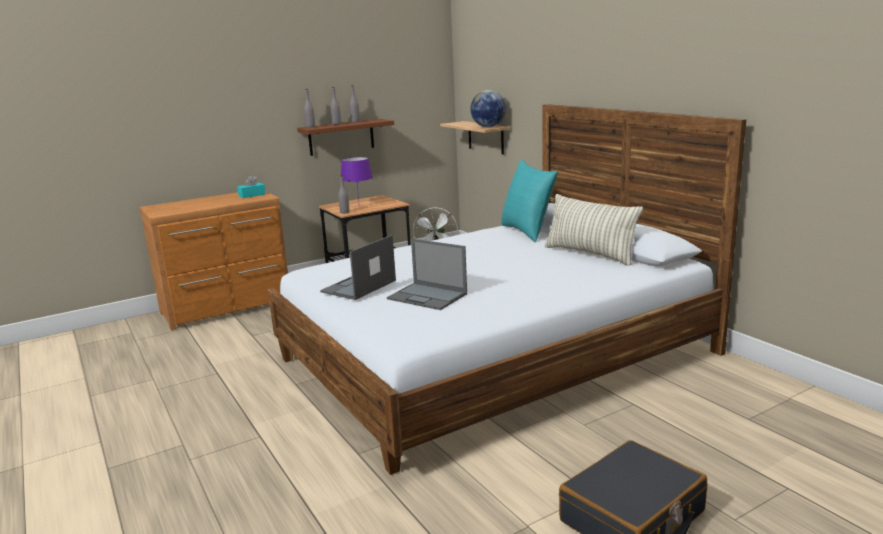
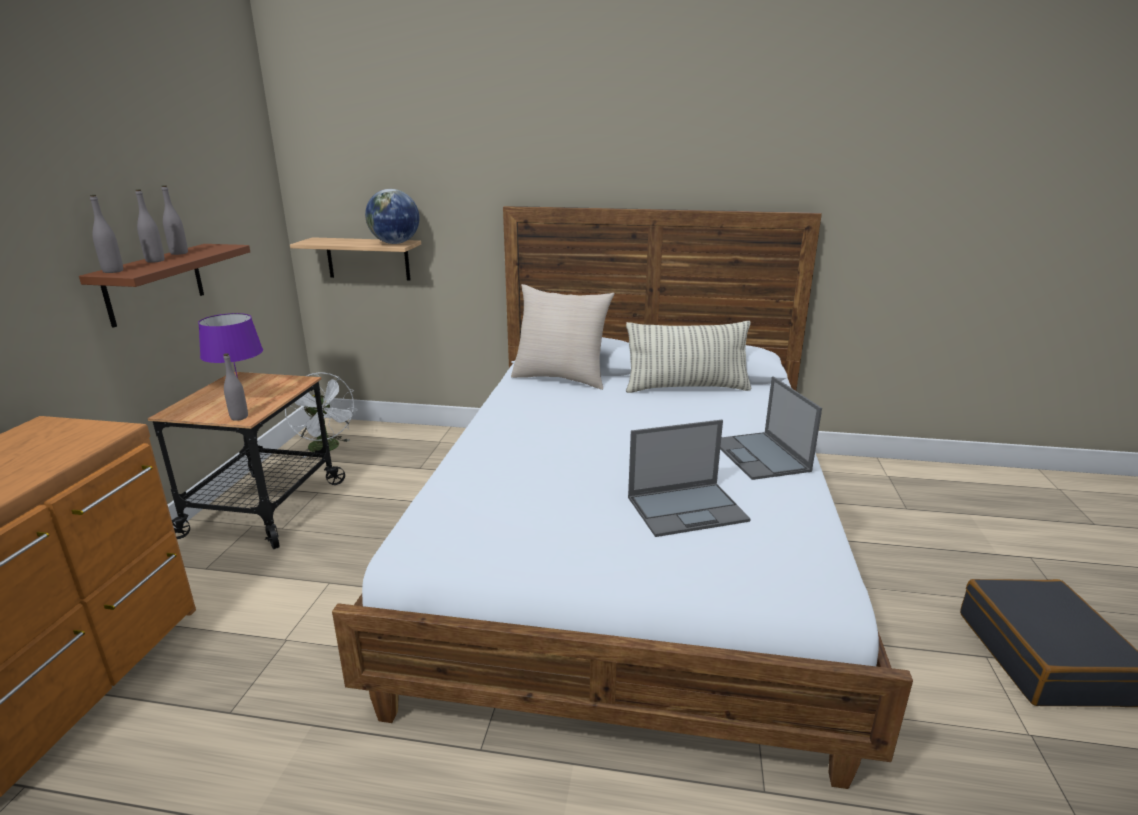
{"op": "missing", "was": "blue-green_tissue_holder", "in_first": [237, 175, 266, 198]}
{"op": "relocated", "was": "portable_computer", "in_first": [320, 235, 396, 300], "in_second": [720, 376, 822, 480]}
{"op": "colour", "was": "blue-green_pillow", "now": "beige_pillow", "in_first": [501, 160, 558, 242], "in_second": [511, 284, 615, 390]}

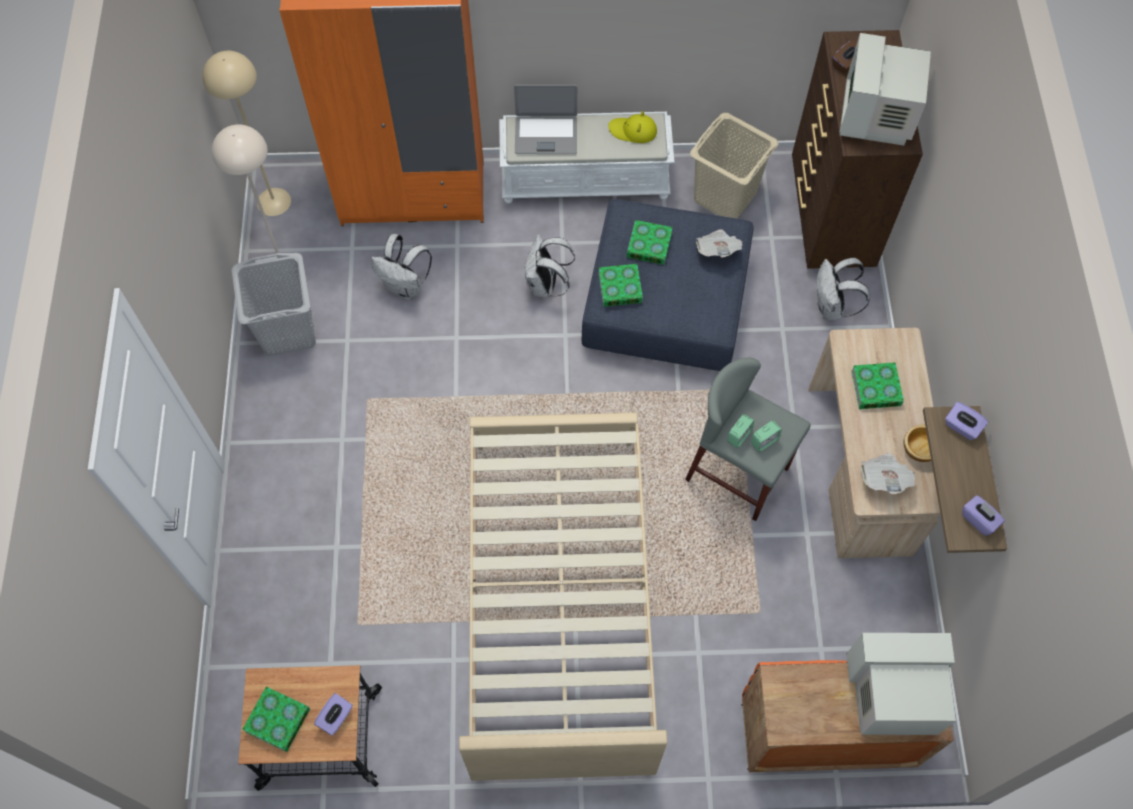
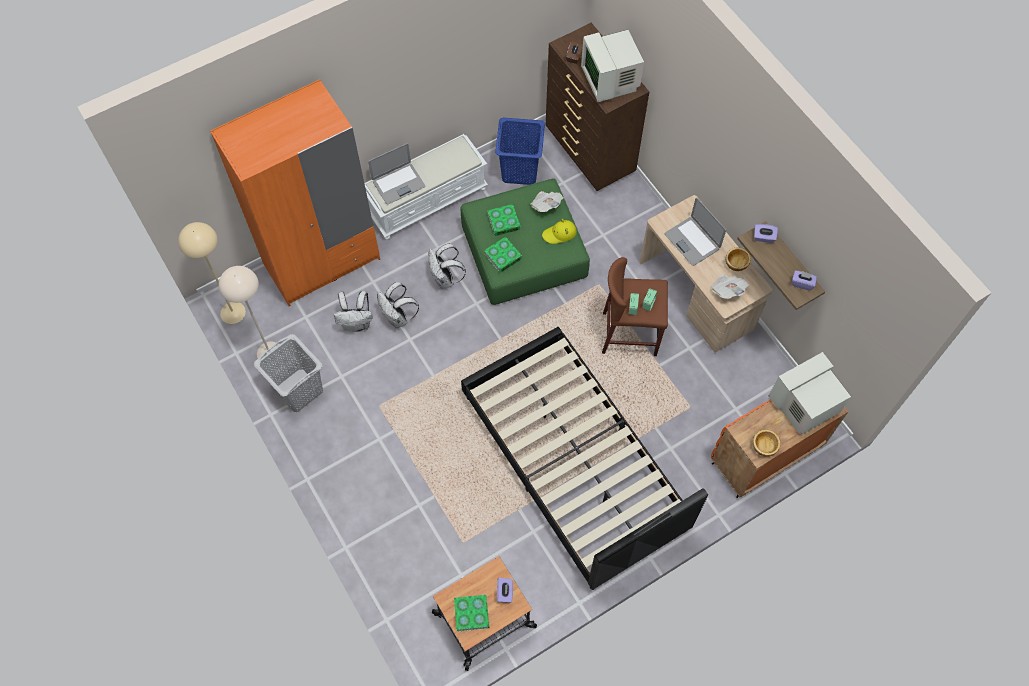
{"op": "appeared", "now": "deep_dish", "in_second": [753, 429, 781, 456]}
{"op": "relocated", "was": "yellow-coloured_hat", "in_first": [608, 111, 657, 143], "in_second": [542, 219, 577, 244]}
{"op": "relocated", "was": "white-coloured_backpack", "in_first": [817, 257, 870, 320], "in_second": [377, 282, 419, 329]}
{"op": "exchanged", "was": "book", "now": "portable_computer", "in_first": [851, 363, 904, 409], "in_second": [665, 198, 726, 266]}
{"op": "colour", "was": "beige_bedroom_bed", "now": "black-coloured_bedroom_bed", "in_first": [459, 413, 667, 781], "in_second": [461, 327, 708, 590]}
{"op": "colour", "was": "blue-coloured_ottoman", "now": "greenish_ottoman", "in_first": [582, 199, 754, 371], "in_second": [461, 179, 590, 305]}
{"op": "colour", "was": "gray_stool", "now": "brown_stool", "in_first": [685, 358, 810, 521], "in_second": [602, 257, 668, 356]}
{"op": "colour", "was": "beige_hamper", "now": "blue-coloured_hamper", "in_first": [690, 113, 779, 219], "in_second": [495, 118, 545, 185]}

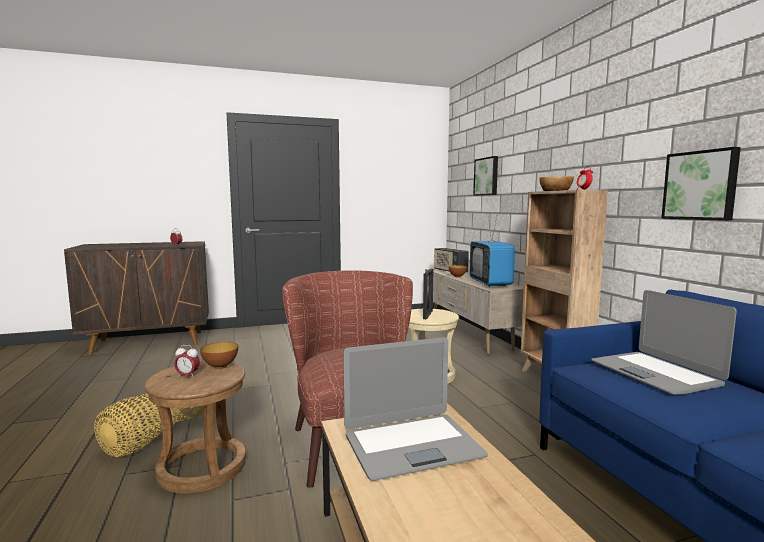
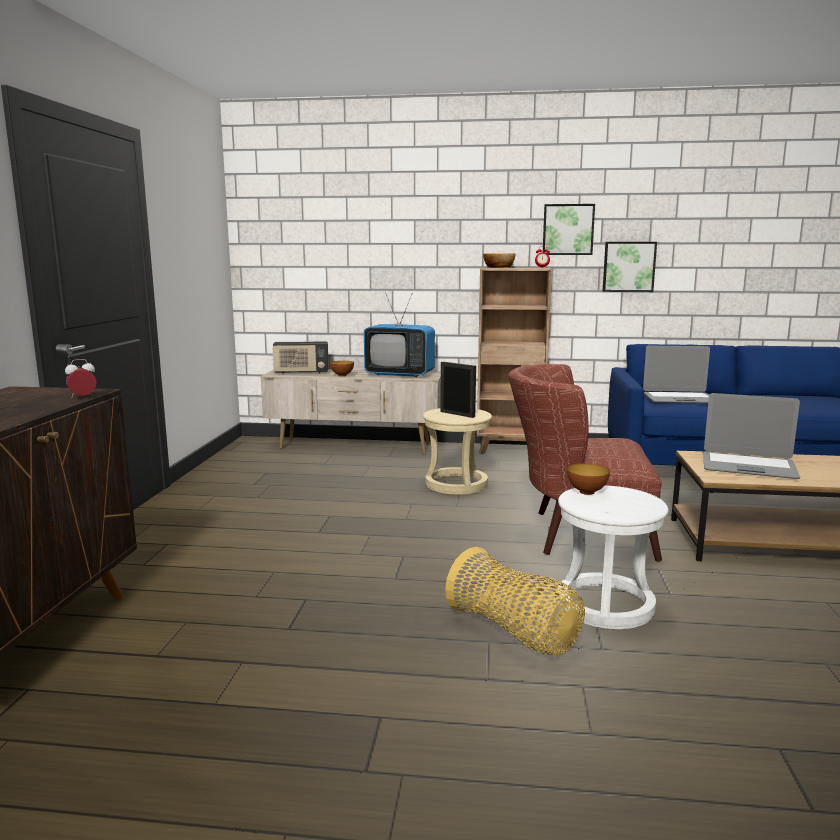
{"op": "missing", "was": "alarm_clock", "in_first": [174, 345, 200, 378]}
{"op": "relocated", "was": "wall_picture", "in_first": [474, 156, 498, 196], "in_second": [543, 204, 595, 255]}
{"op": "colour", "was": "brown_stool", "now": "white-coloured_stool", "in_first": [144, 361, 246, 494], "in_second": [557, 485, 668, 629]}
{"op": "spun", "was": "portable_computer", "in_first": [343, 337, 488, 481], "in_second": [703, 393, 800, 479], "clockwise": 105}

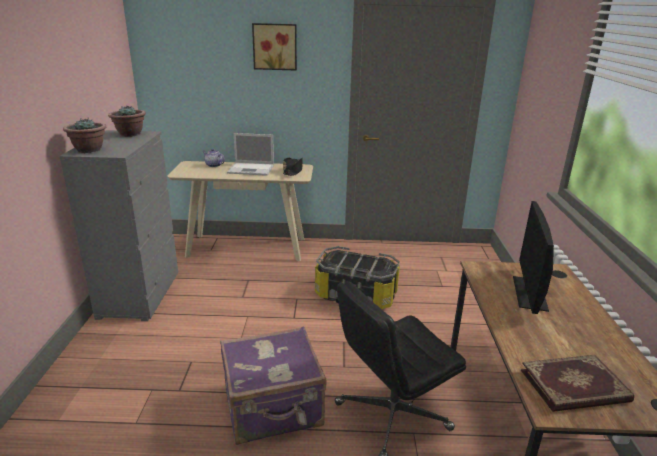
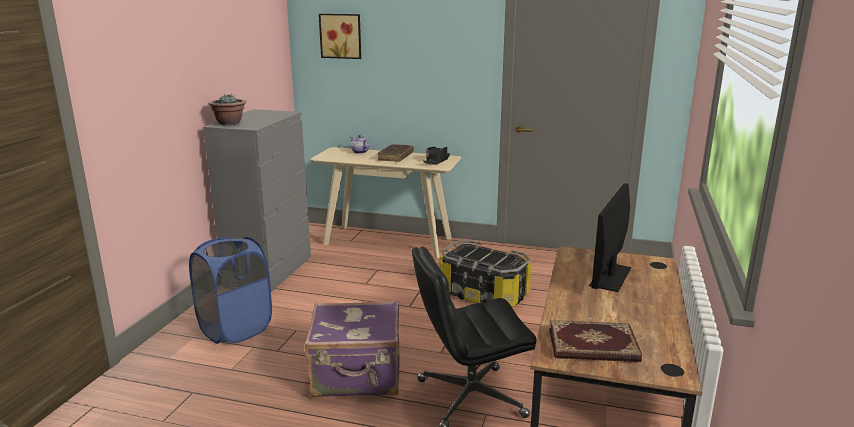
{"op": "missing", "was": "potted_plant", "in_first": [108, 105, 146, 137]}
{"op": "appeared", "now": "blue-coloured_hamper", "in_second": [189, 237, 272, 344]}
{"op": "relocated", "was": "wall_picture", "in_first": [252, 23, 297, 70], "in_second": [319, 14, 361, 59]}
{"op": "exchanged", "was": "portable_computer", "now": "brown_book", "in_first": [227, 133, 274, 176], "in_second": [377, 144, 414, 162]}

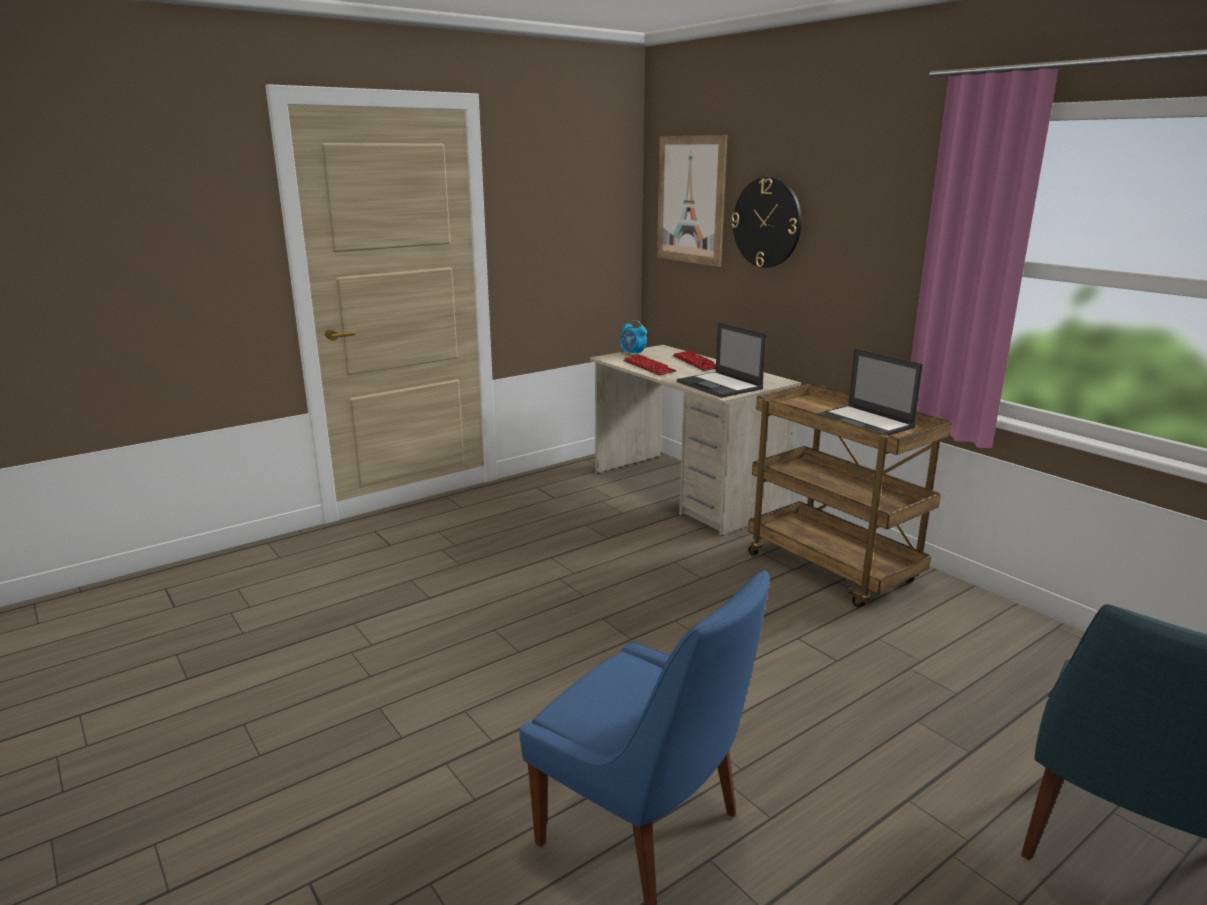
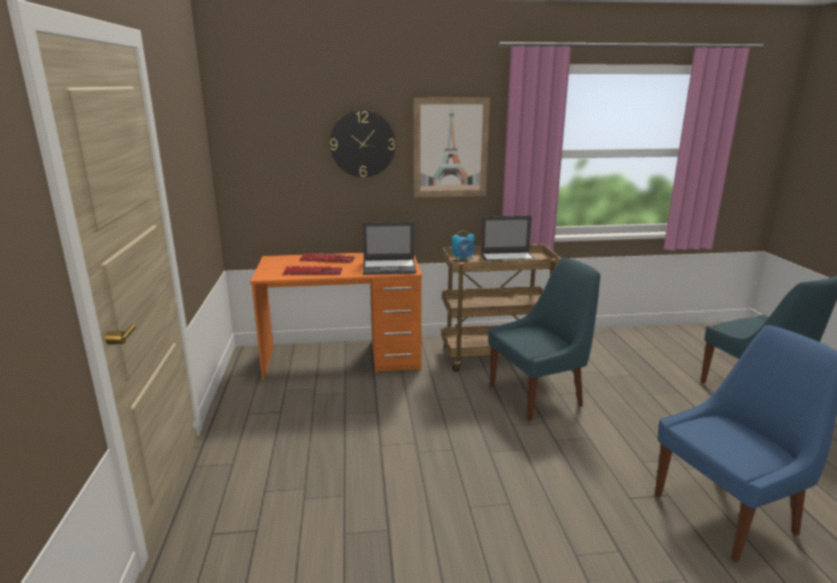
{"op": "appeared", "now": "blue-coloured_upright_chair", "in_second": [488, 257, 600, 421]}
{"op": "relocated", "was": "alarm_clock", "in_first": [620, 320, 647, 355], "in_second": [452, 230, 475, 260]}
{"op": "relocated", "was": "wall_picture", "in_first": [657, 135, 728, 267], "in_second": [413, 97, 490, 198]}
{"op": "colour", "was": "beige_desk", "now": "orange_desk", "in_first": [590, 345, 801, 536], "in_second": [250, 253, 422, 380]}

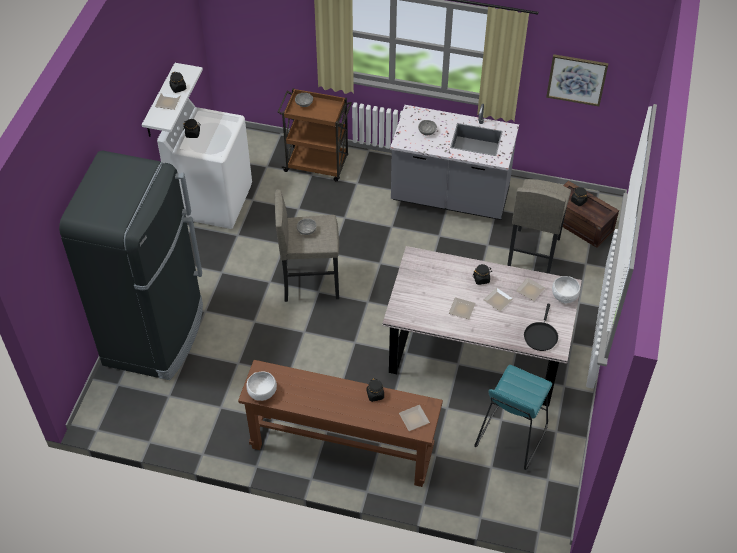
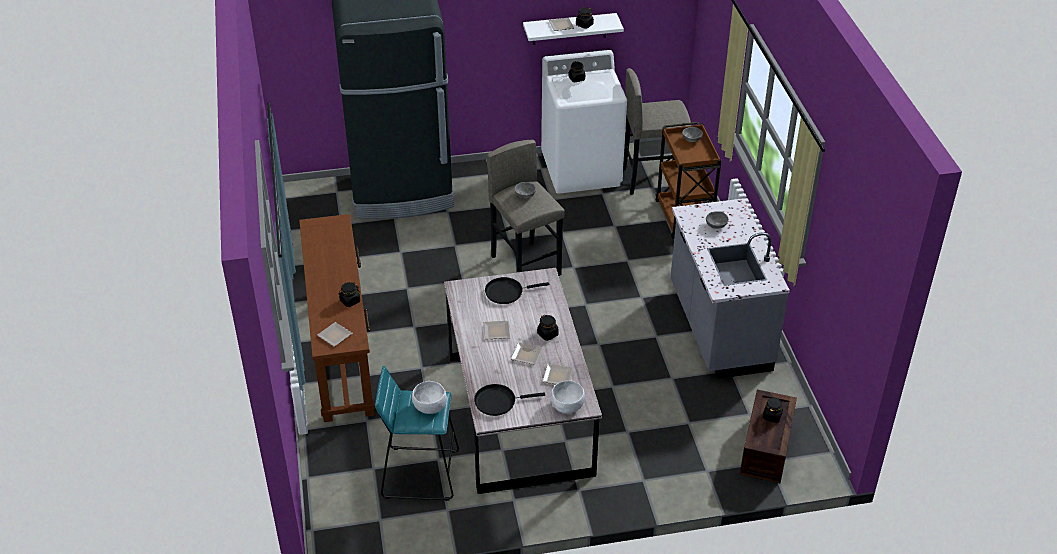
{"op": "missing", "was": "wall_picture", "in_first": [546, 54, 608, 106]}
{"op": "appeared", "now": "black-coloured_frying_pan", "in_second": [485, 277, 549, 304]}
{"op": "relocated", "was": "white-coloured_deep_dish", "in_first": [246, 372, 277, 401], "in_second": [412, 381, 447, 414]}
{"op": "relocated", "was": "gray_stool", "in_first": [507, 179, 571, 274], "in_second": [623, 68, 691, 195]}

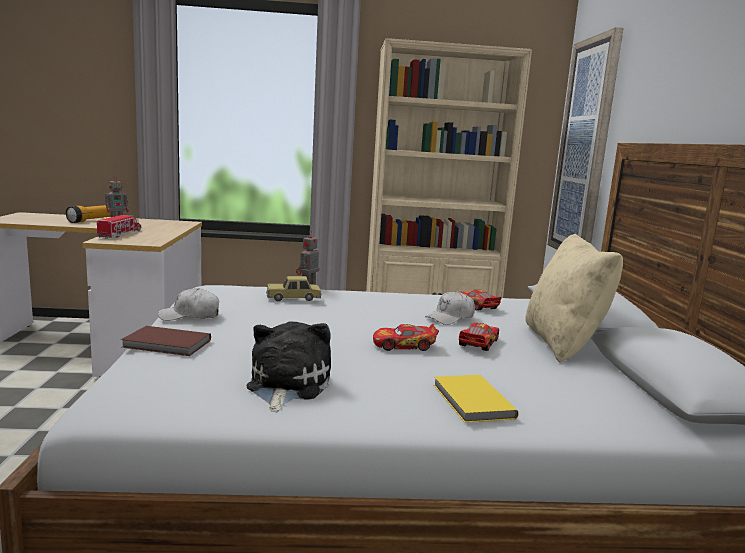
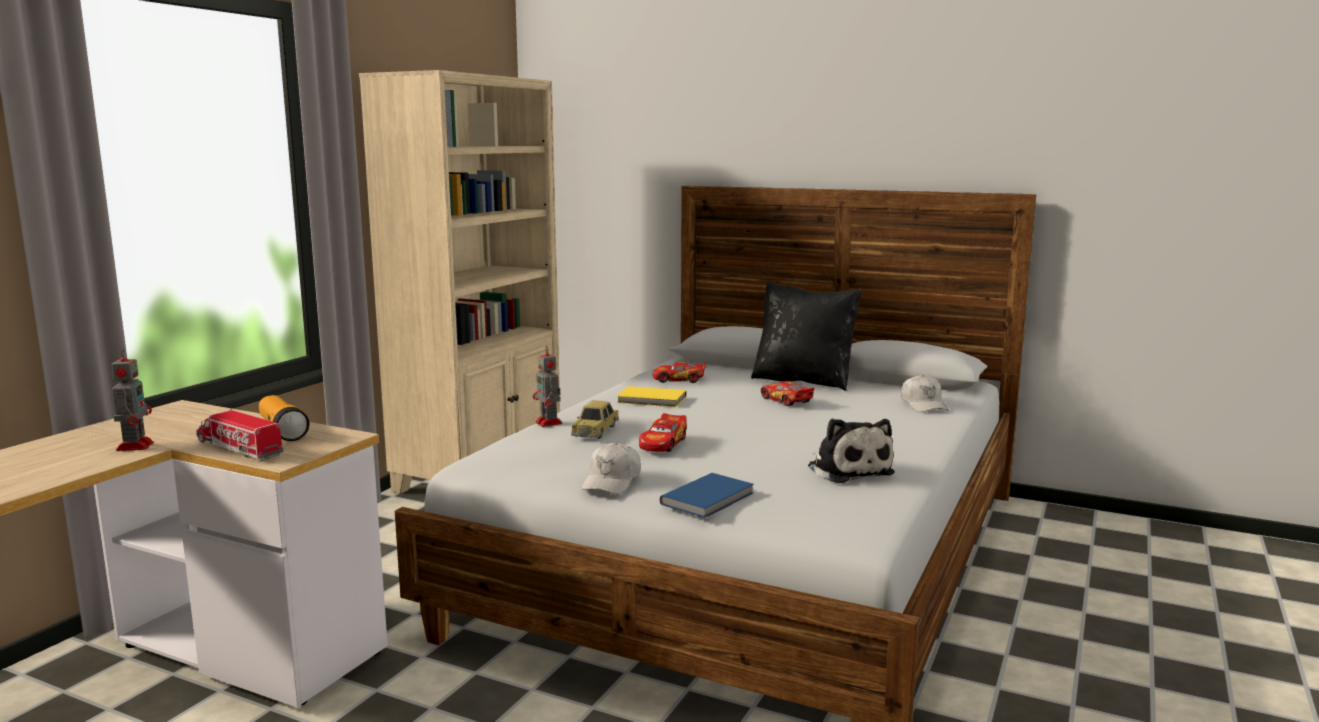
{"op": "missing", "was": "wall_picture", "in_first": [547, 27, 624, 249]}
{"op": "relocated", "was": "torch", "in_first": [66, 205, 111, 223], "in_second": [259, 395, 309, 441]}
{"op": "relocated", "was": "model_car", "in_first": [373, 324, 439, 351], "in_second": [639, 413, 687, 452]}
{"op": "relocated", "was": "white-coloured_peaked_cap", "in_first": [425, 291, 475, 325], "in_second": [901, 375, 949, 412]}
{"op": "relocated", "was": "yellow-coloured_book", "in_first": [434, 375, 519, 423], "in_second": [617, 386, 686, 407]}
{"op": "colour", "was": "brown_book", "now": "blue-coloured_book", "in_first": [121, 326, 211, 356], "in_second": [660, 473, 754, 518]}
{"op": "colour", "was": "beige_pillow", "now": "black-coloured_pillow", "in_first": [525, 234, 623, 363], "in_second": [751, 282, 862, 391]}
{"op": "spun", "was": "cuddly_toy", "in_first": [247, 321, 331, 412], "in_second": [808, 418, 895, 483], "clockwise": -150}

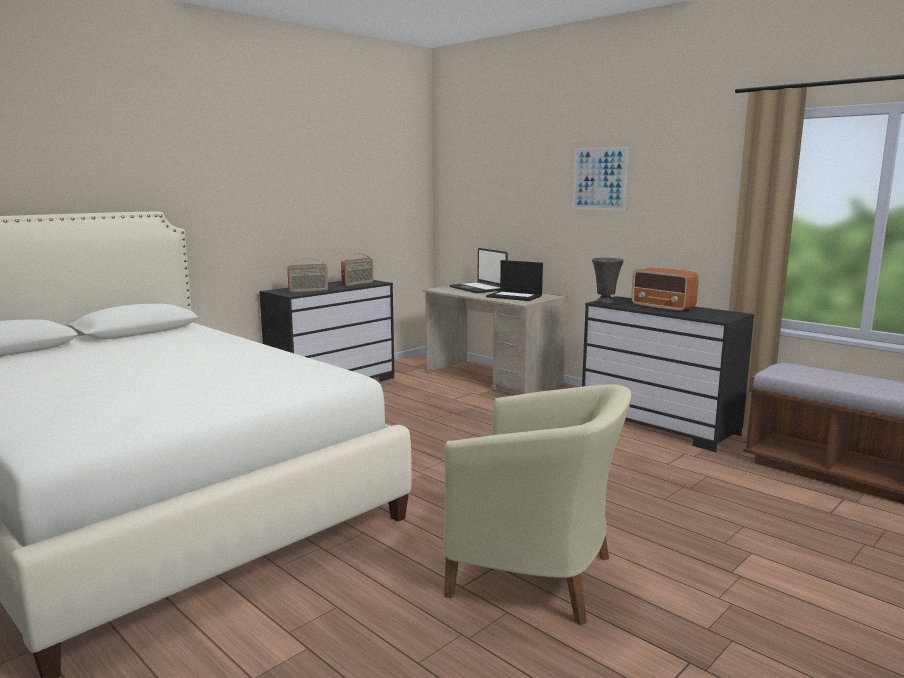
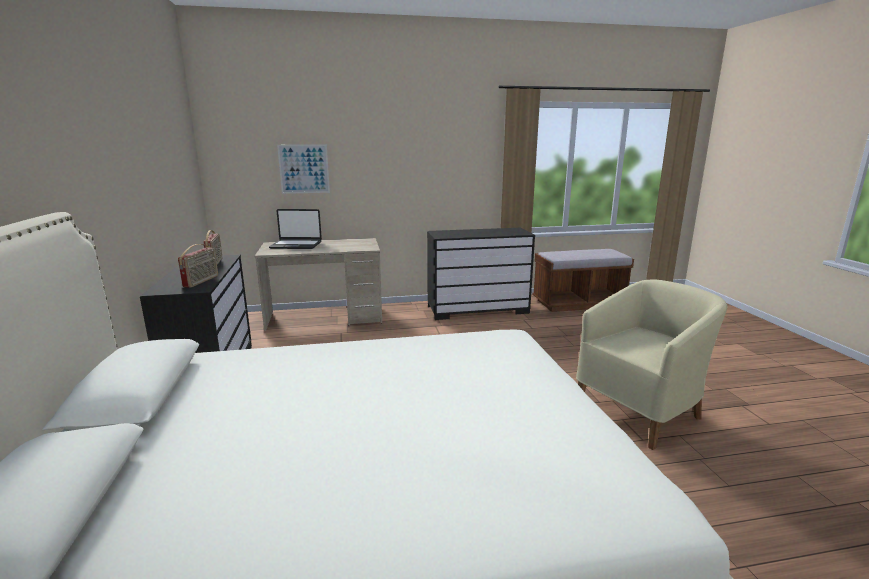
{"op": "missing", "was": "portable_computer", "in_first": [486, 260, 543, 301]}
{"op": "missing", "was": "gray_flower_vase", "in_first": [592, 257, 623, 304]}
{"op": "missing", "was": "radio", "in_first": [631, 268, 699, 312]}
{"op": "relocated", "was": "wall_picture", "in_first": [573, 146, 628, 211], "in_second": [277, 144, 330, 194]}

